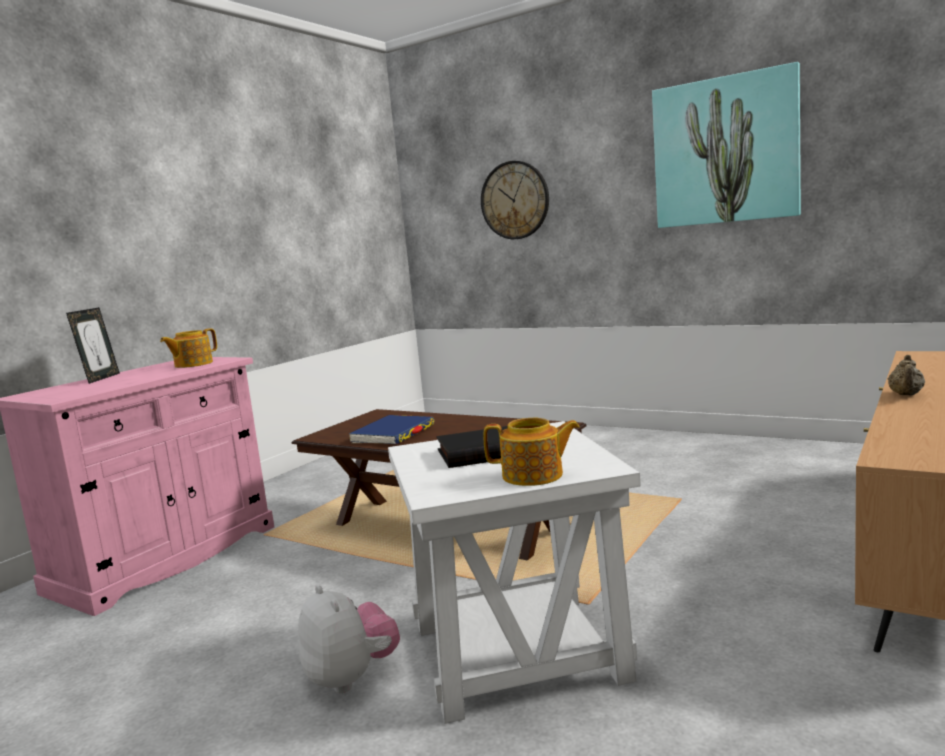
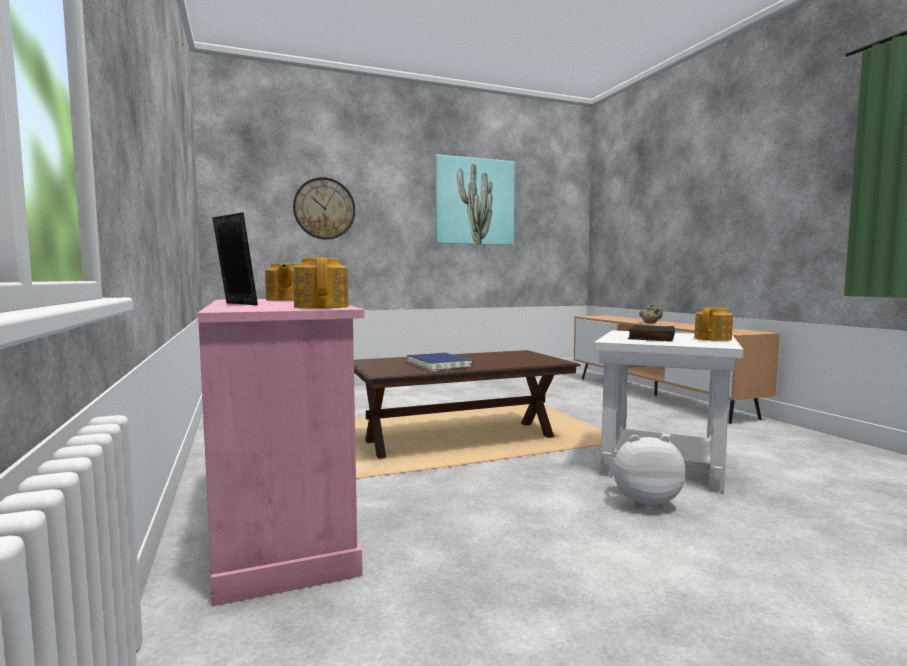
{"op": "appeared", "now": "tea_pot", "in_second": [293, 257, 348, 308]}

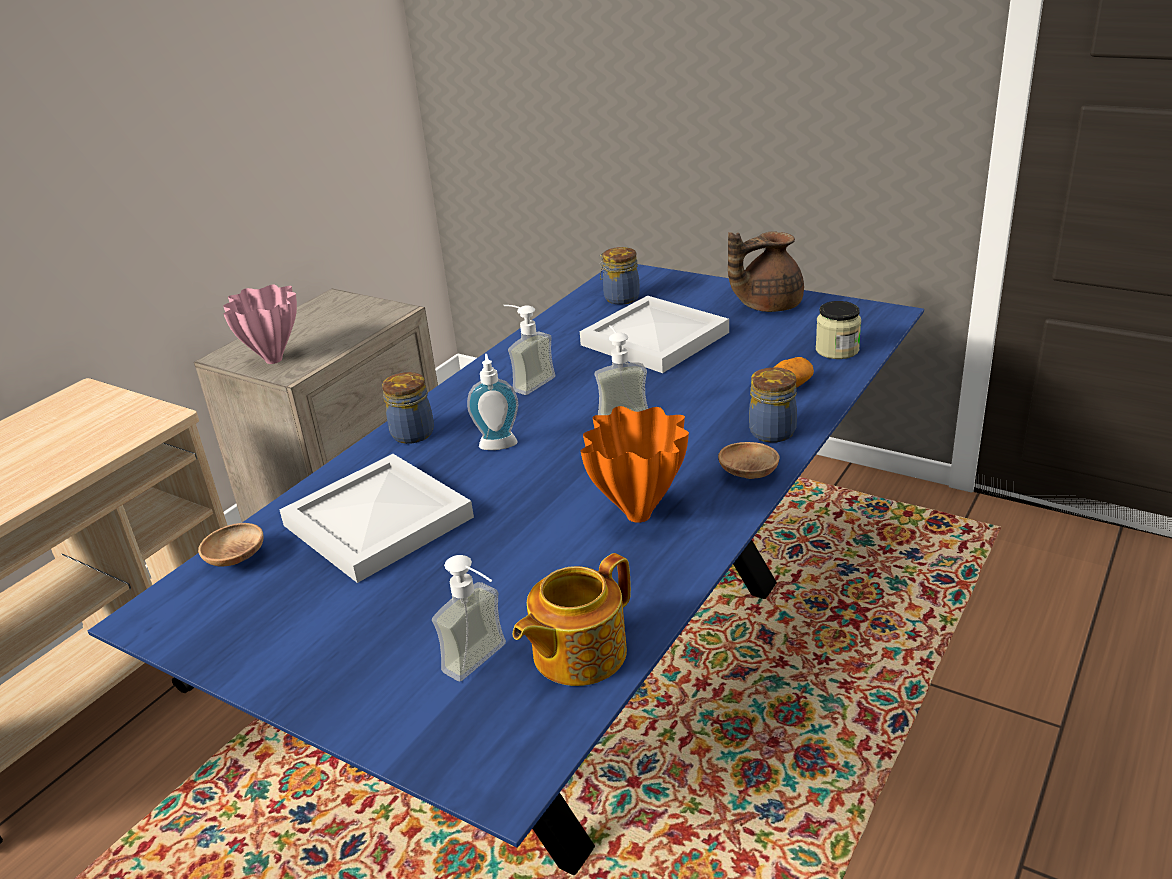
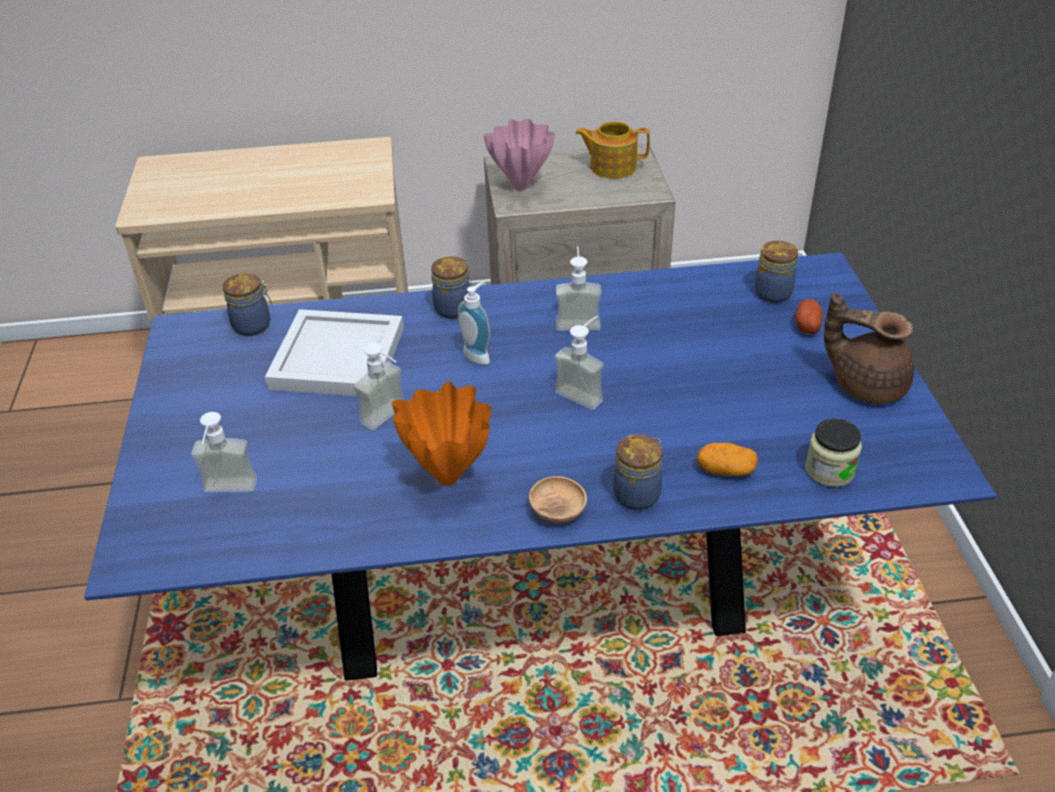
{"op": "missing", "was": "white-coloured_tray", "in_first": [580, 296, 729, 373]}
{"op": "appeared", "now": "soap_dispenser", "in_second": [354, 343, 405, 430]}
{"op": "appeared", "now": "potato", "in_second": [795, 299, 823, 334]}
{"op": "relocated", "was": "tea_pot", "in_first": [513, 553, 631, 686], "in_second": [575, 121, 650, 179]}
{"op": "exchanged", "was": "brown_deep_dish", "now": "storage_jar", "in_first": [198, 523, 264, 566], "in_second": [223, 273, 272, 336]}

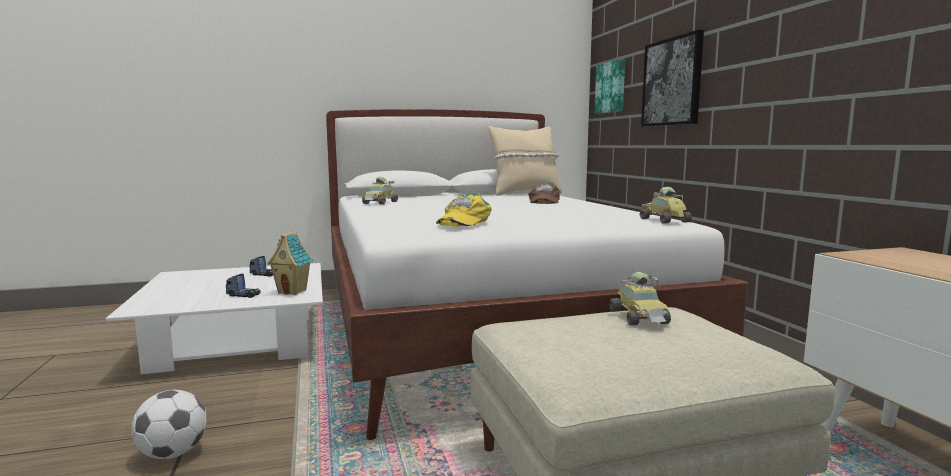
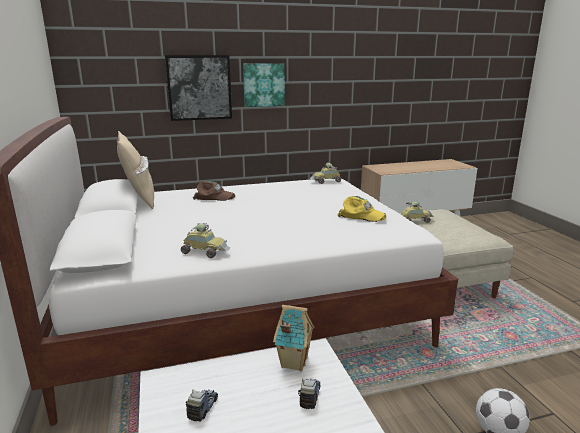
{"op": "relocated", "was": "wall_picture", "in_first": [594, 59, 625, 114], "in_second": [243, 63, 285, 107]}

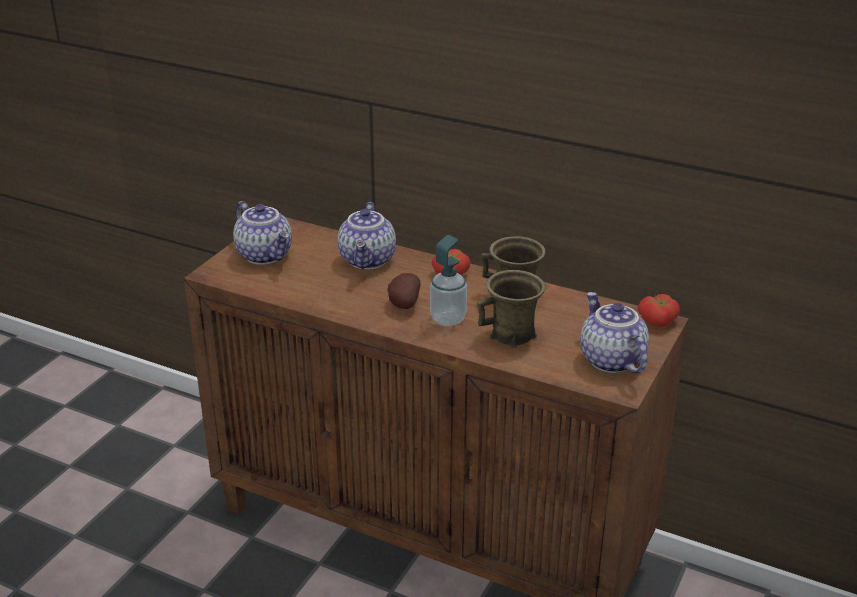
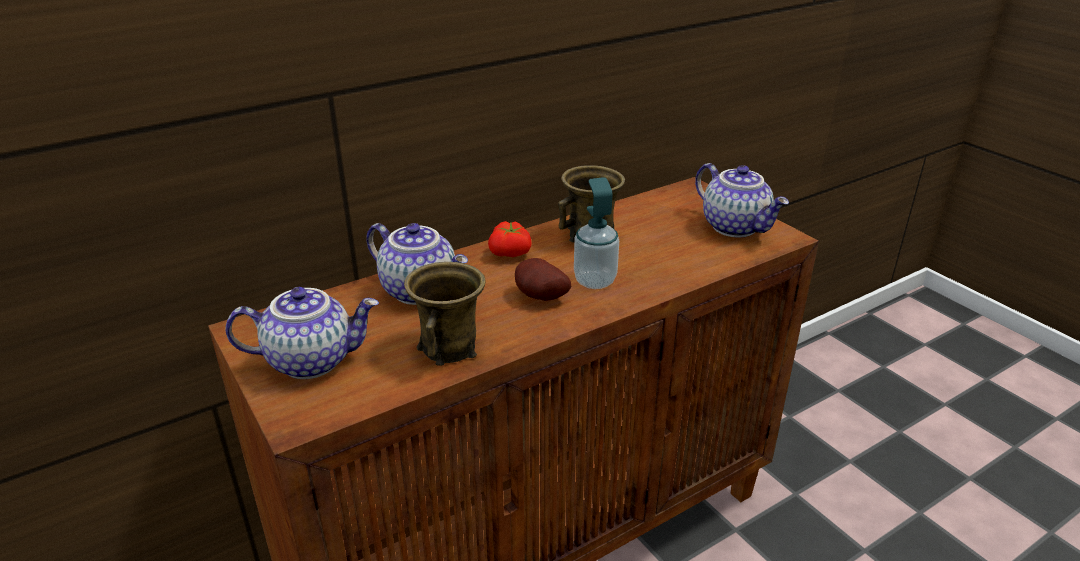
{"op": "missing", "was": "tomato", "in_first": [638, 294, 680, 327]}
{"op": "relocated", "was": "brown_tea_mug", "in_first": [477, 270, 546, 348], "in_second": [404, 262, 486, 366]}
{"op": "spun", "was": "tea_pot", "in_first": [580, 292, 649, 373], "in_second": [695, 163, 789, 238], "clockwise": -135}

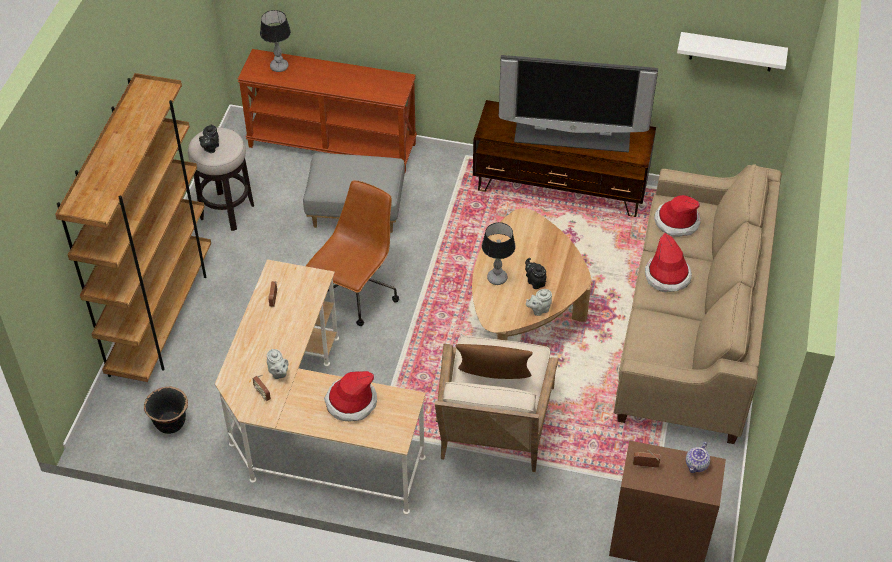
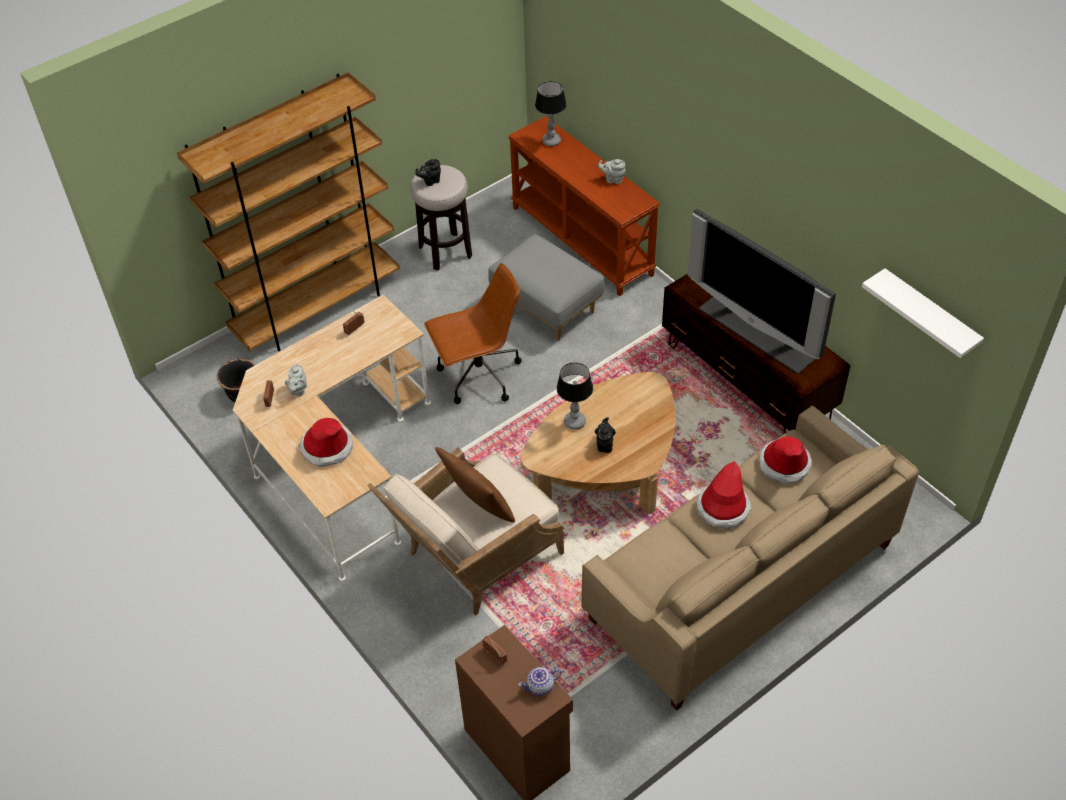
{"op": "relocated", "was": "gray_tea_pot", "in_first": [526, 289, 552, 316], "in_second": [598, 159, 626, 184]}

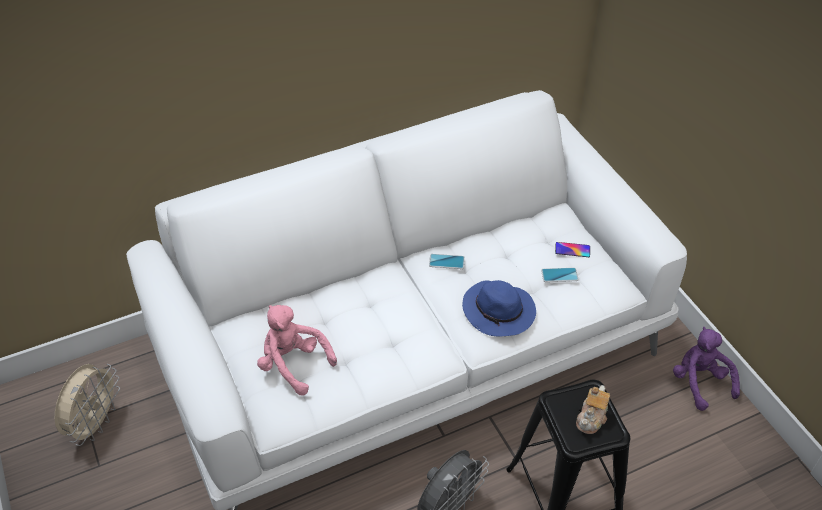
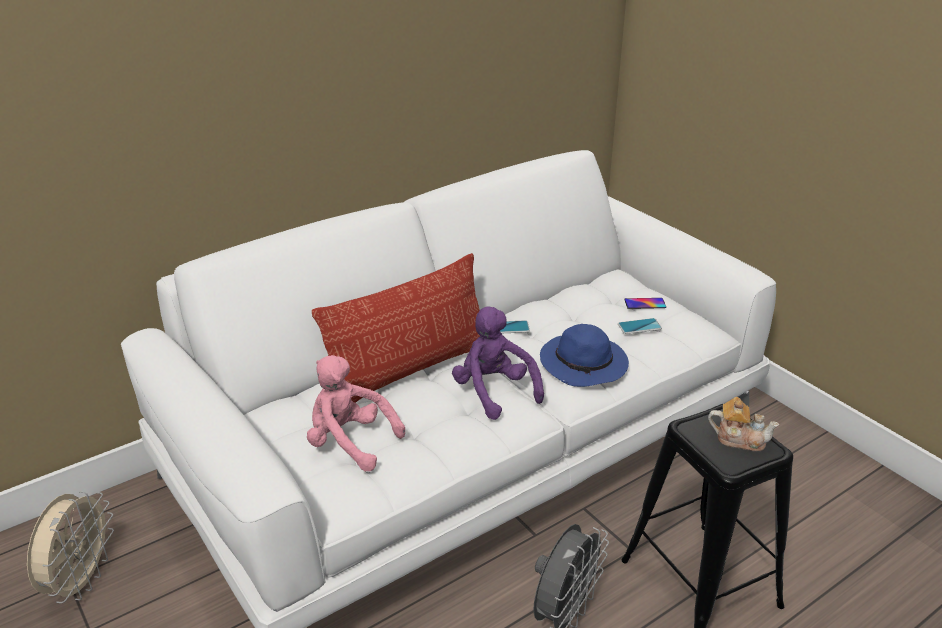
{"op": "appeared", "now": "pillow", "in_second": [312, 253, 480, 403]}
{"op": "relocated", "was": "purple-coloured_cuddly_toy", "in_first": [673, 327, 740, 411], "in_second": [452, 306, 544, 420]}
{"op": "spun", "was": "tea_pot", "in_first": [576, 385, 610, 434], "in_second": [708, 397, 780, 452], "clockwise": -90}

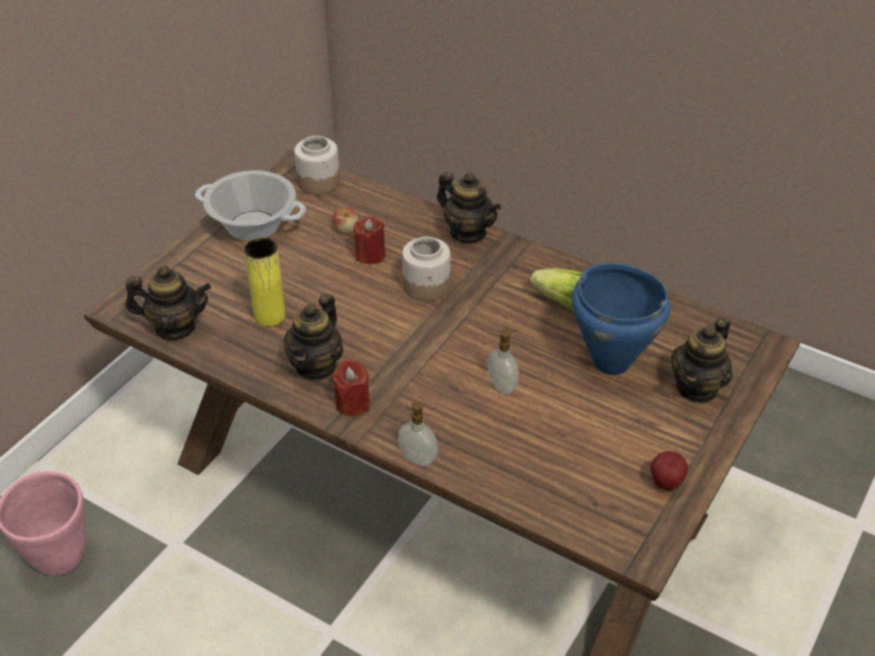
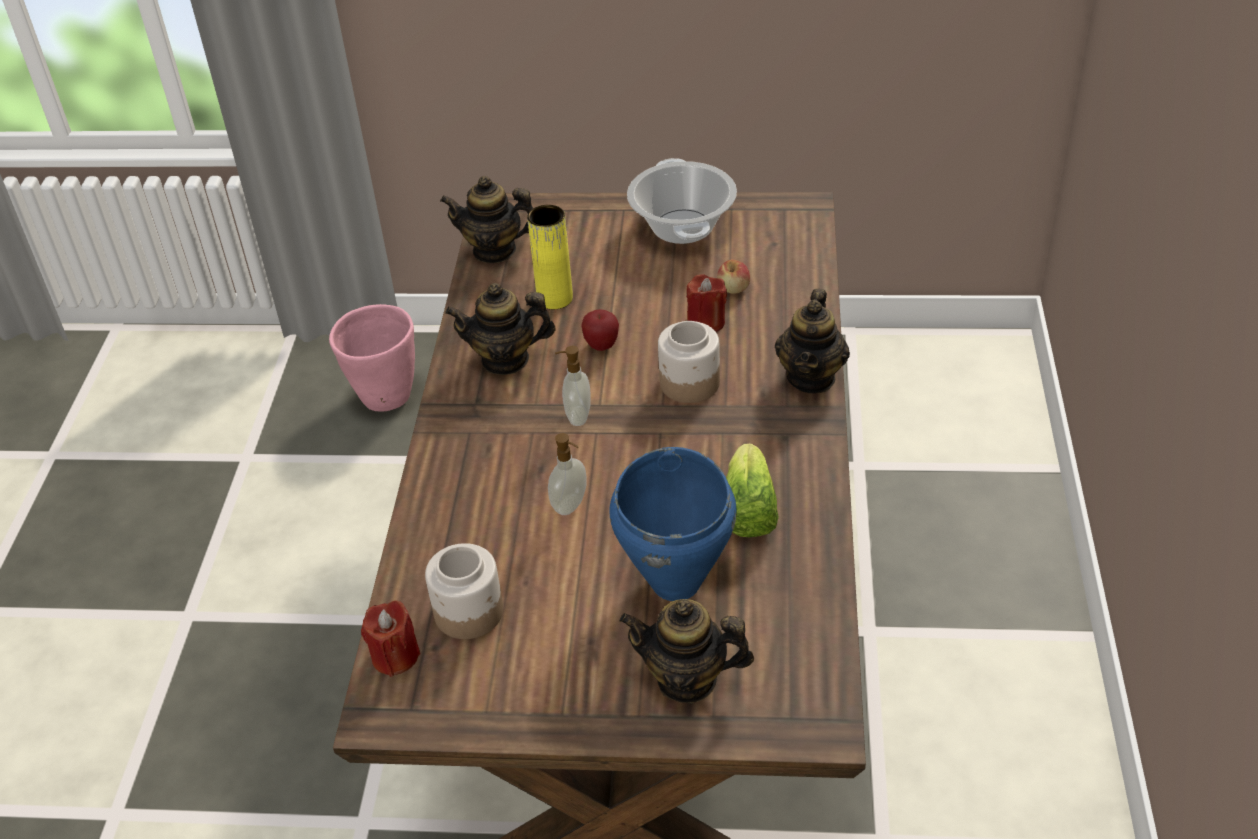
{"op": "relocated", "was": "storage_jar", "in_first": [294, 136, 340, 194], "in_second": [425, 543, 503, 639]}
{"op": "relocated", "was": "reddish_wax_light", "in_first": [332, 359, 370, 416], "in_second": [361, 601, 421, 677]}
{"op": "relocated", "was": "soap_dispenser", "in_first": [398, 401, 438, 466], "in_second": [555, 346, 591, 426]}
{"op": "relocated", "was": "apple", "in_first": [651, 451, 688, 490], "in_second": [581, 309, 619, 351]}
{"op": "spun", "was": "tea_pot", "in_first": [125, 266, 211, 340], "in_second": [440, 176, 533, 263], "clockwise": 120}

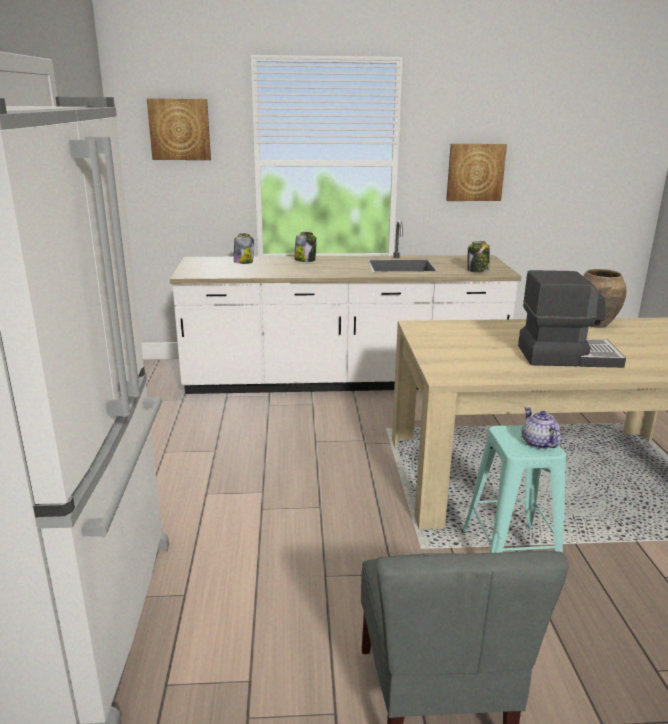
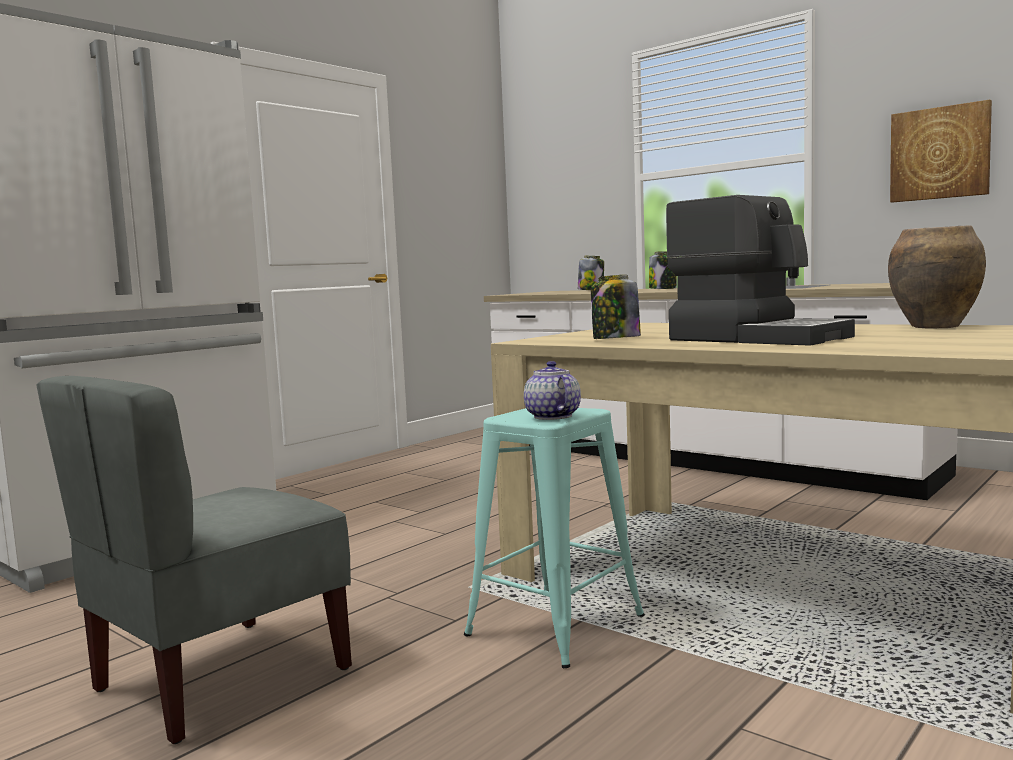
{"op": "missing", "was": "wall_picture", "in_first": [147, 98, 211, 160]}
{"op": "relocated", "was": "storage_jar", "in_first": [468, 241, 490, 272], "in_second": [591, 275, 641, 339]}
{"op": "spun", "was": "tea_pot", "in_first": [522, 407, 561, 449], "in_second": [524, 361, 581, 420], "clockwise": -45}

